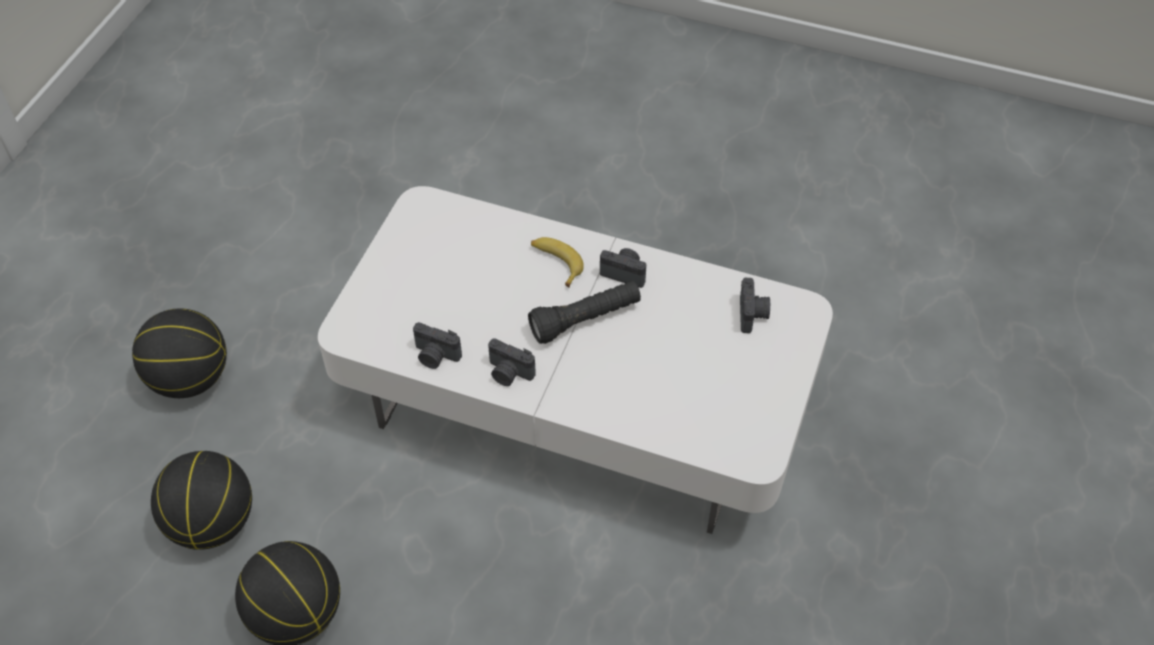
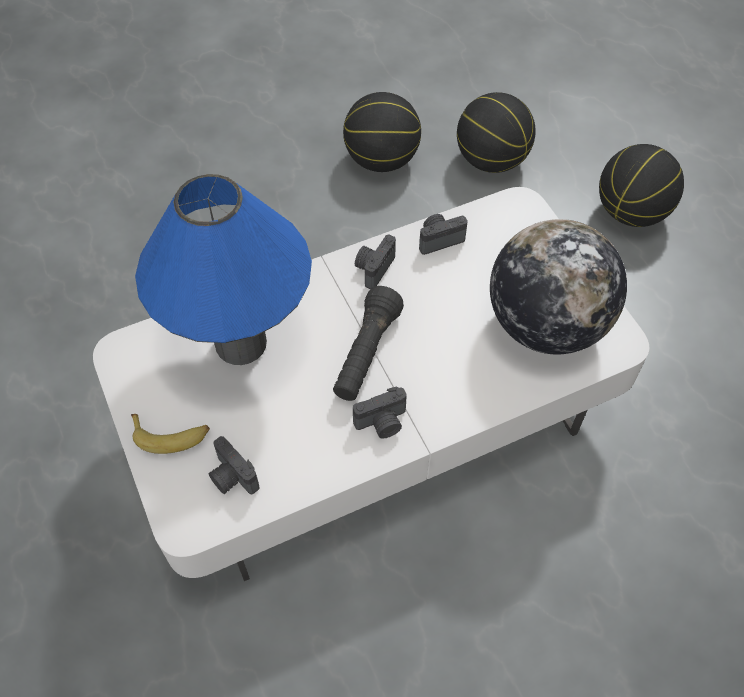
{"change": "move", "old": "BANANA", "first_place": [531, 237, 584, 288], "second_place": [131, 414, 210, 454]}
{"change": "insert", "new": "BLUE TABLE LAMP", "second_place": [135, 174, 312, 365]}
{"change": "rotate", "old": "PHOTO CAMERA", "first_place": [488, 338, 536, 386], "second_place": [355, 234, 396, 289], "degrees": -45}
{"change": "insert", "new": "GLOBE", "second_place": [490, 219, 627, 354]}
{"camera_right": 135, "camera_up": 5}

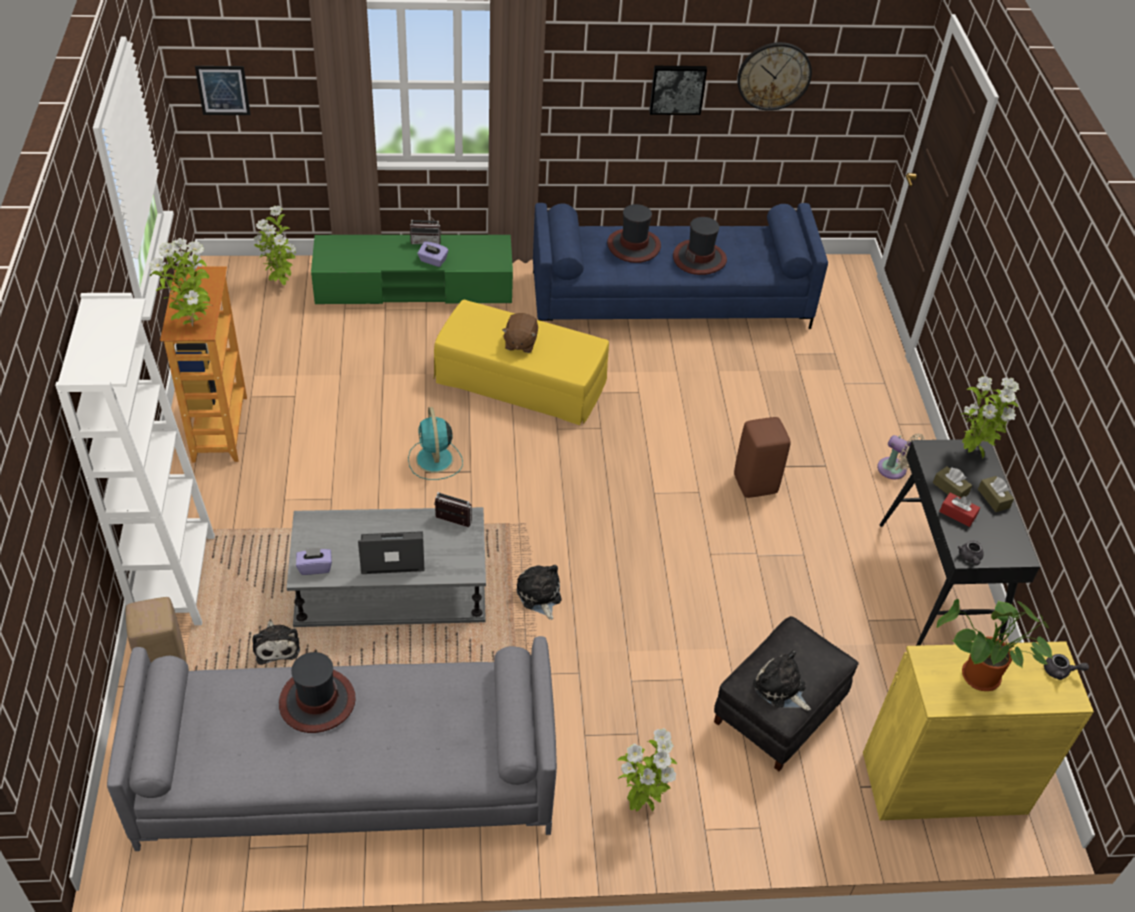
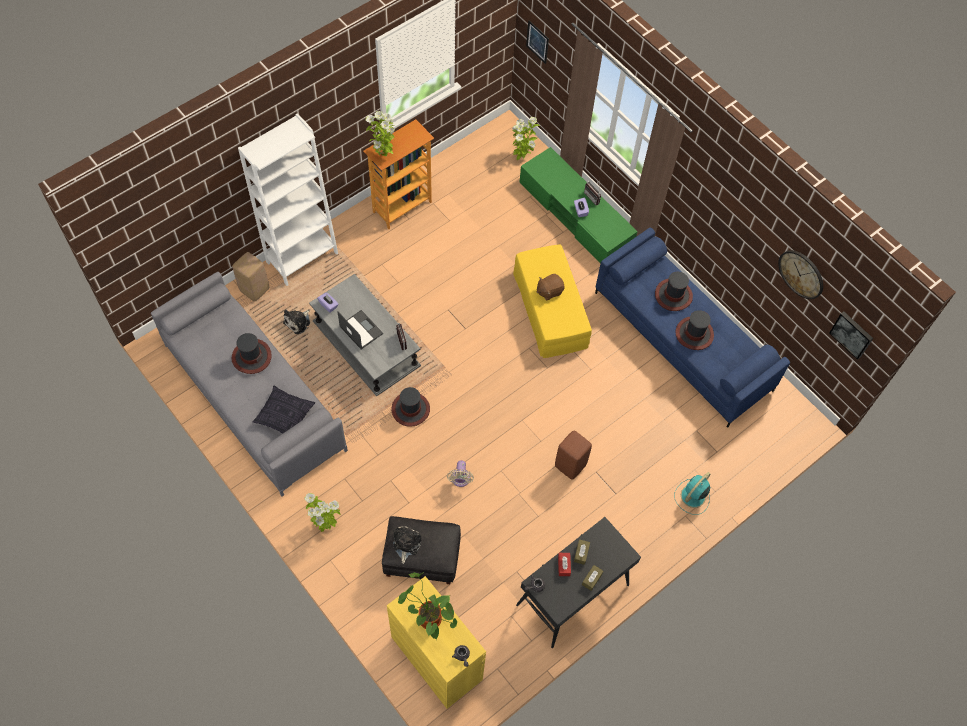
{"change": "insert", "new": "PILLOW", "second_place": [253, 385, 315, 434]}
{"change": "replace", "old": "PLUSH TOY", "new": "HAT", "first_place": [517, 565, 562, 620], "second_place": [391, 387, 430, 427]}
{"change": "move", "old": "BEIGE FAN", "first_place": [877, 433, 925, 479], "second_place": [447, 461, 474, 487]}
{"change": "move", "old": "TURQUOISE FAN", "first_place": [408, 407, 463, 480], "second_place": [675, 472, 710, 515]}
{"change": "move", "old": "PICTURE", "first_place": [649, 66, 707, 115], "second_place": [829, 311, 873, 360]}
{"change": "delete", "old": "POTTED PLANT", "first_place": [960, 376, 1019, 459]}
{"camera_right": 55, "camera_up": 15}

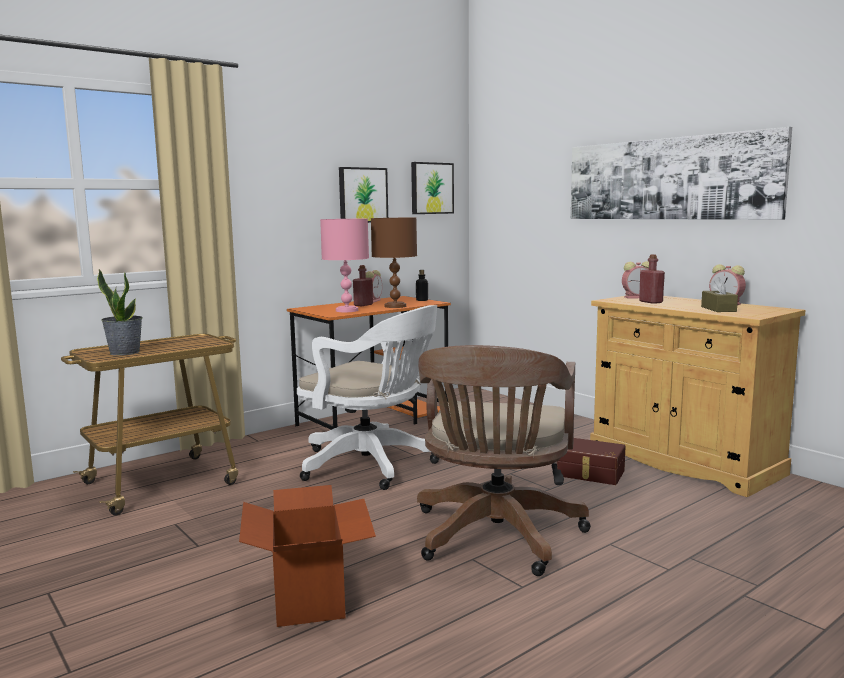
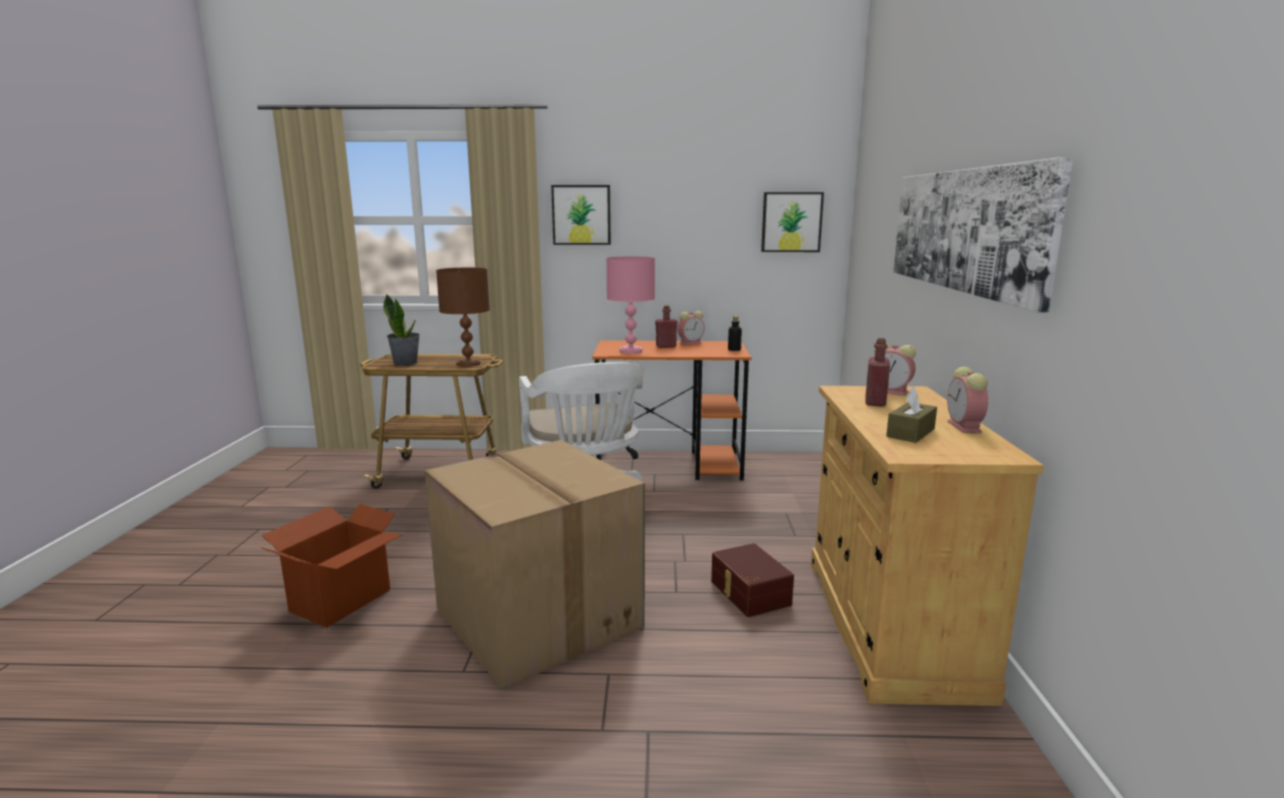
{"change": "replace", "old": "BROWN OFFICE CHAIR", "new": "CARDBOARD BOX", "first_place": [417, 345, 591, 576], "second_place": [425, 440, 645, 689]}
{"change": "move", "old": "BROWN TABLE LAMP", "first_place": [371, 218, 417, 308], "second_place": [436, 268, 490, 367]}
{"change": "move", "old": "PICTURE", "first_place": [339, 167, 388, 223], "second_place": [551, 185, 611, 245]}
{"camera_right": 40, "camera_up": 5}

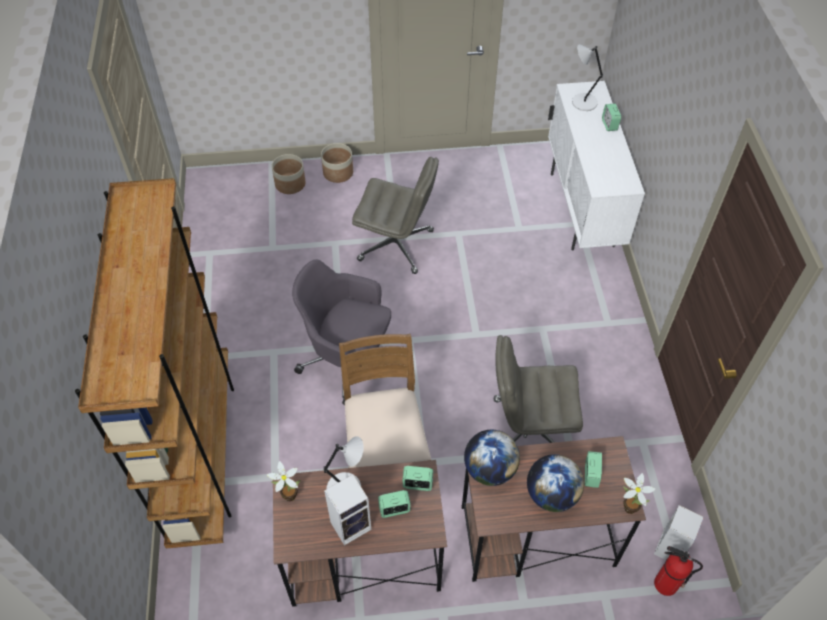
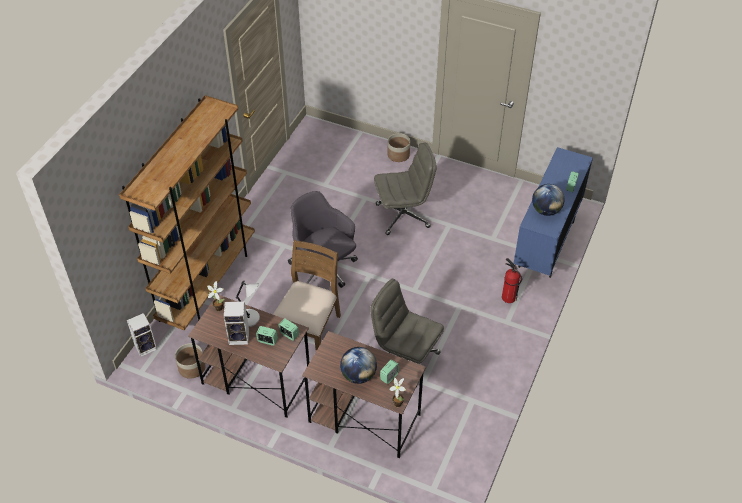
{"change": "move", "old": "SPEAKER", "first_place": [654, 505, 704, 560], "second_place": [127, 313, 157, 357]}
{"change": "move", "old": "PLANTER", "first_place": [272, 154, 306, 194], "second_place": [175, 343, 206, 379]}
{"change": "rotate", "old": "GREY OFFICE CHAIR", "first_place": [352, 157, 439, 274], "second_place": [374, 142, 437, 235], "degrees": -60}
{"change": "move", "old": "FIRE EXTINGUISHER", "first_place": [654, 546, 703, 596], "second_place": [502, 258, 522, 303]}
{"change": "recolor", "old": "WHITE CABINET", "new": "BLUE CABINET", "first_place": [548, 81, 645, 251], "second_place": [513, 147, 593, 278]}
{"change": "move", "old": "GLOBE", "first_place": [464, 430, 520, 486], "second_place": [532, 184, 564, 216]}
{"change": "delete", "old": "GREY TABLE LAMP", "first_place": [572, 44, 603, 111]}
{"camera_right": 30, "camera_up": -5}

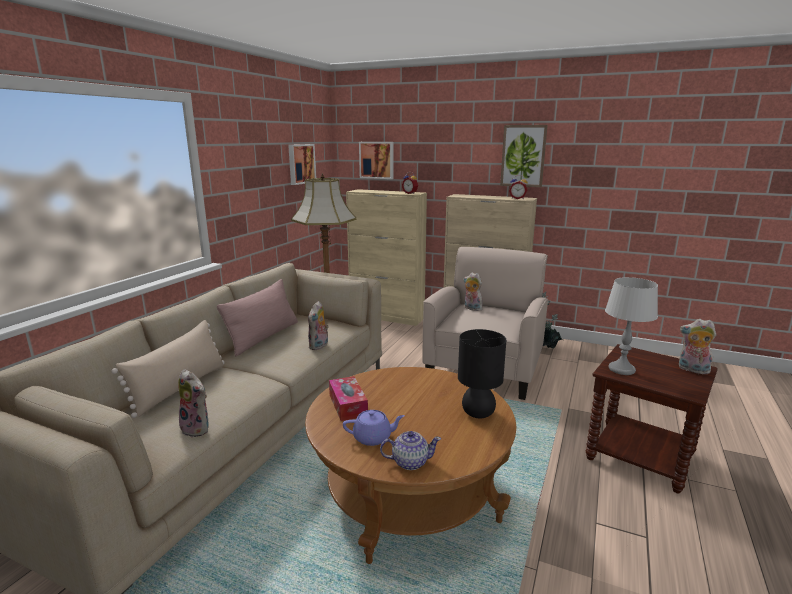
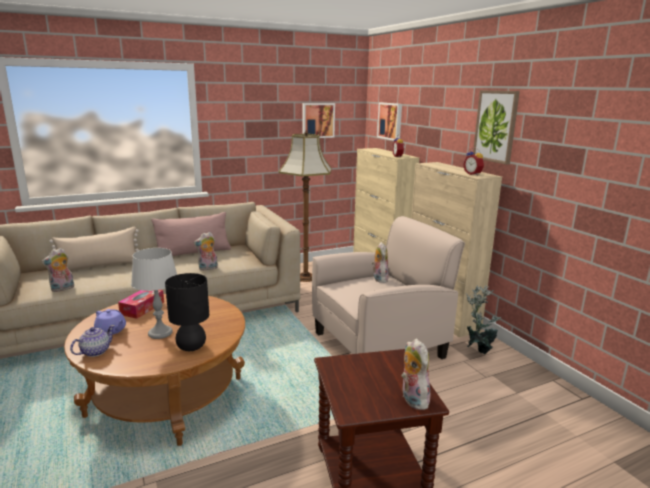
{"change": "rotate", "old": "PLUSH TOY", "first_place": [178, 369, 209, 438], "second_place": [41, 248, 74, 292], "degrees": 60}
{"change": "rotate", "old": "TEAPOT", "first_place": [380, 431, 441, 470], "second_place": [70, 325, 115, 357], "degrees": -90}
{"change": "move", "old": "GREY TABLE LAMP", "first_place": [605, 277, 658, 375], "second_place": [131, 248, 177, 339]}
{"camera_right": 40, "camera_up": 0}

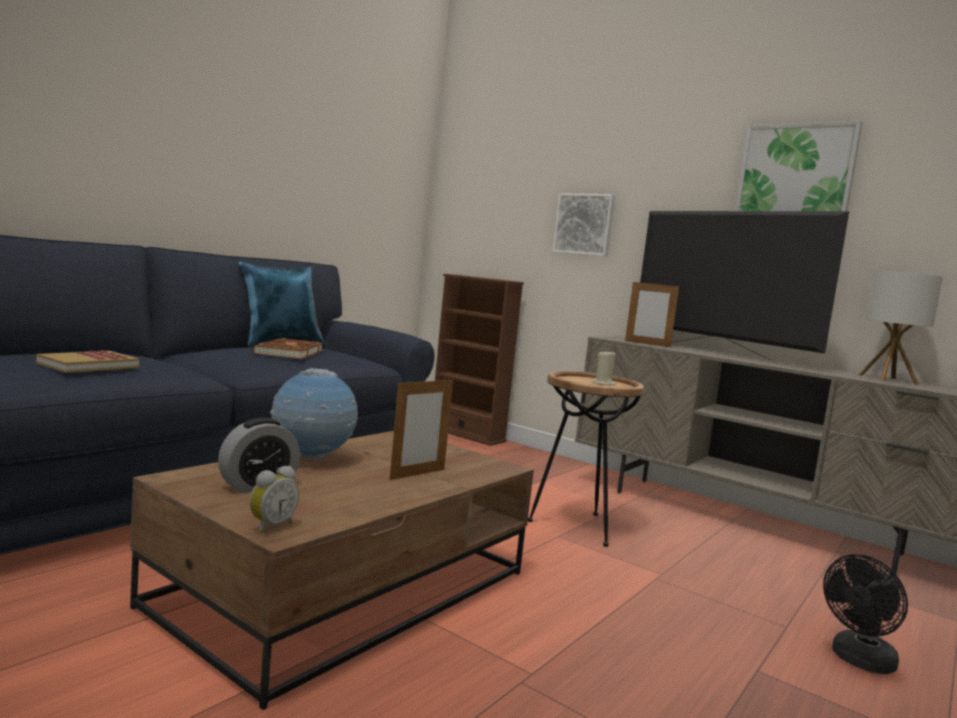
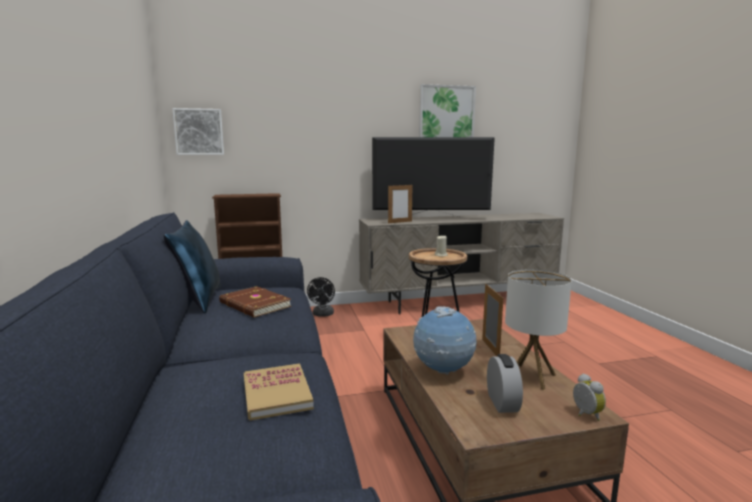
{"change": "move", "old": "PICTURE", "first_place": [552, 193, 615, 256], "second_place": [172, 108, 224, 155]}
{"change": "move", "old": "BLACK FAN", "first_place": [823, 554, 908, 674], "second_place": [307, 277, 335, 317]}
{"change": "move", "old": "TABLE LAMP", "first_place": [858, 271, 943, 385], "second_place": [505, 270, 572, 390]}
{"camera_right": -50, "camera_up": 5}

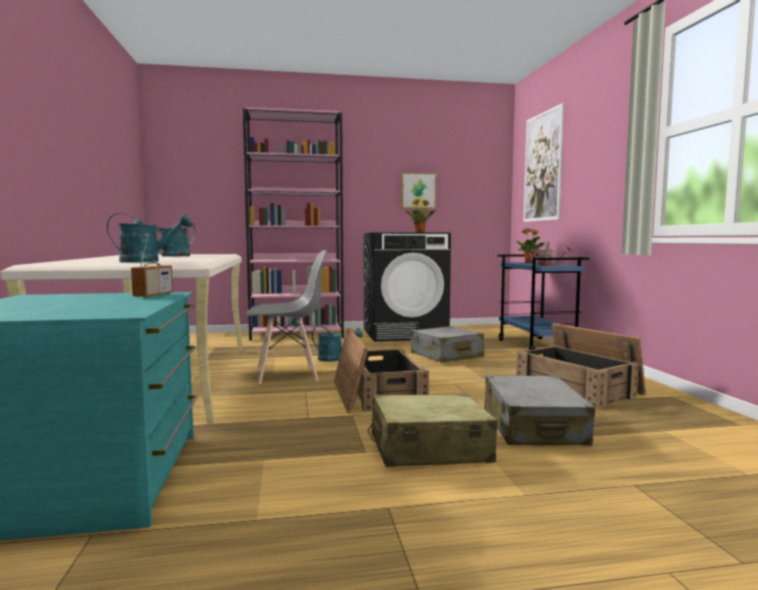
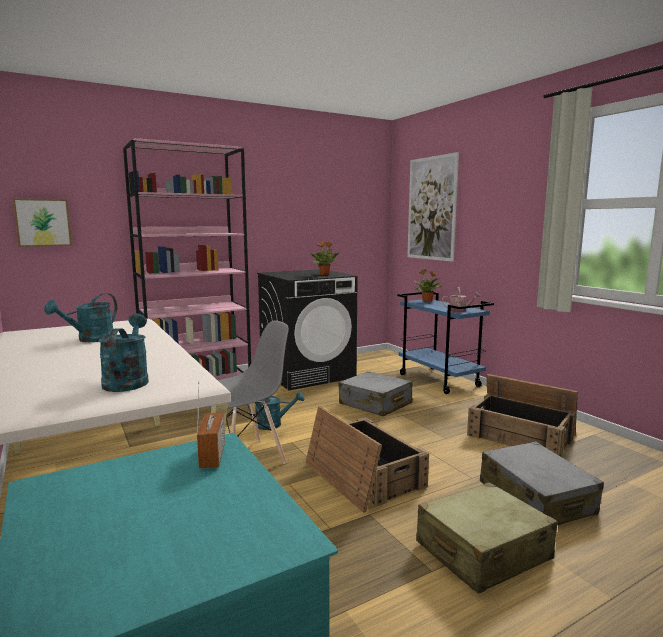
{"change": "move", "old": "PICTURE", "first_place": [401, 172, 436, 209], "second_place": [13, 198, 72, 247]}
{"change": "rotate", "old": "TURQUOISE WATERING CAN", "first_place": [107, 213, 192, 263], "second_place": [99, 313, 149, 392], "degrees": -60}
{"camera_right": -20, "camera_up": 5}

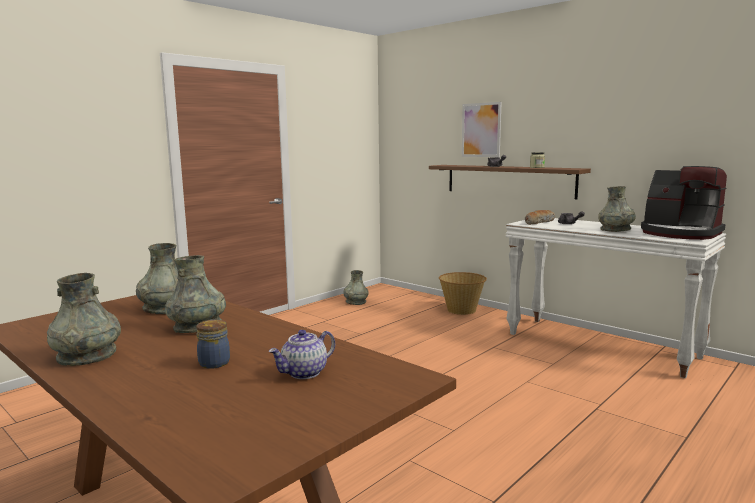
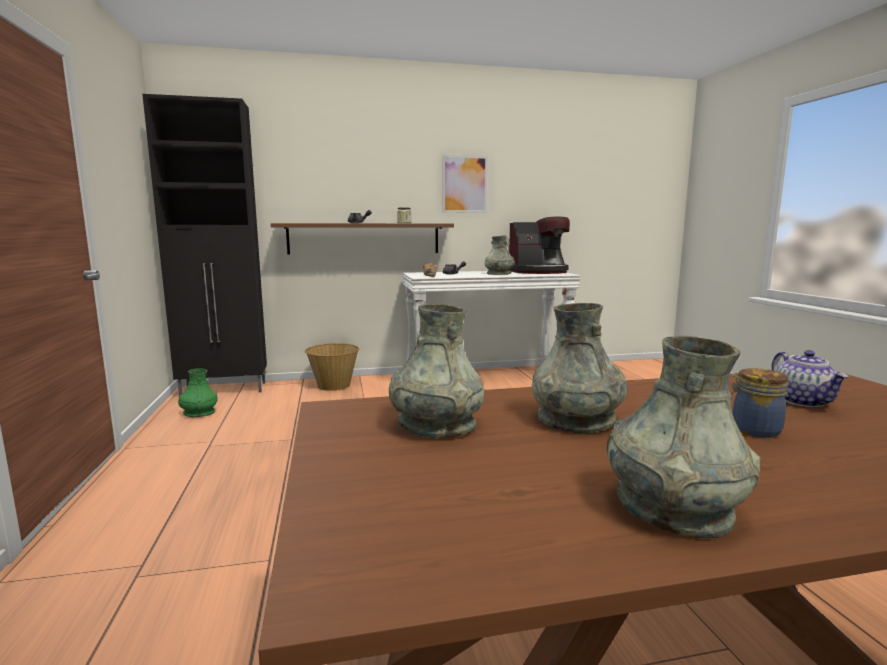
{"change": "insert", "new": "BLACK CABINET", "second_place": [142, 94, 267, 396]}
{"change": "recolor", "old": "GREY VASE", "new": "GREEN VASE", "first_place": [343, 270, 369, 305], "second_place": [178, 368, 218, 417]}
{"change": "move", "old": "PICTURE", "first_place": [462, 102, 501, 157], "second_place": [442, 155, 488, 213]}
{"camera_right": -55, "camera_up": 0}

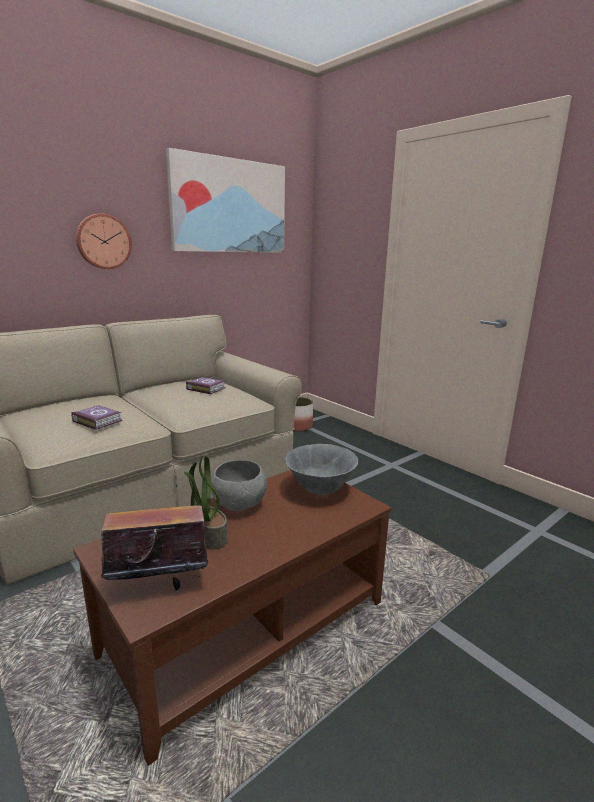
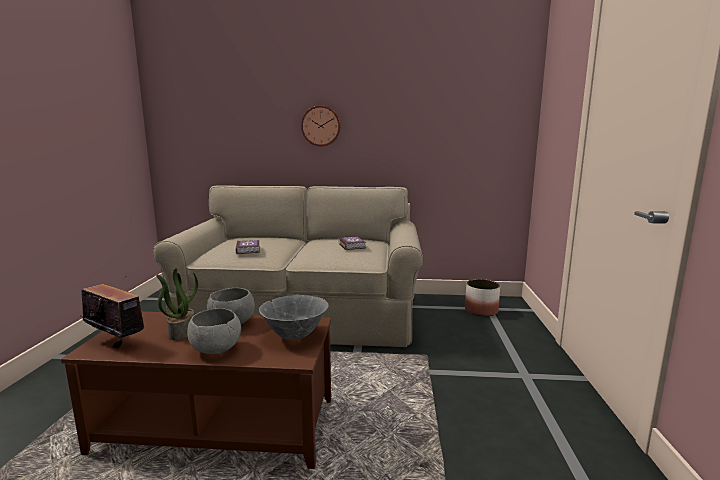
{"change": "insert", "new": "GREY BOWL", "second_place": [187, 308, 241, 354]}
{"change": "delete", "old": "PICTURE", "first_place": [166, 148, 285, 253]}
{"camera_right": 45, "camera_up": -5}

